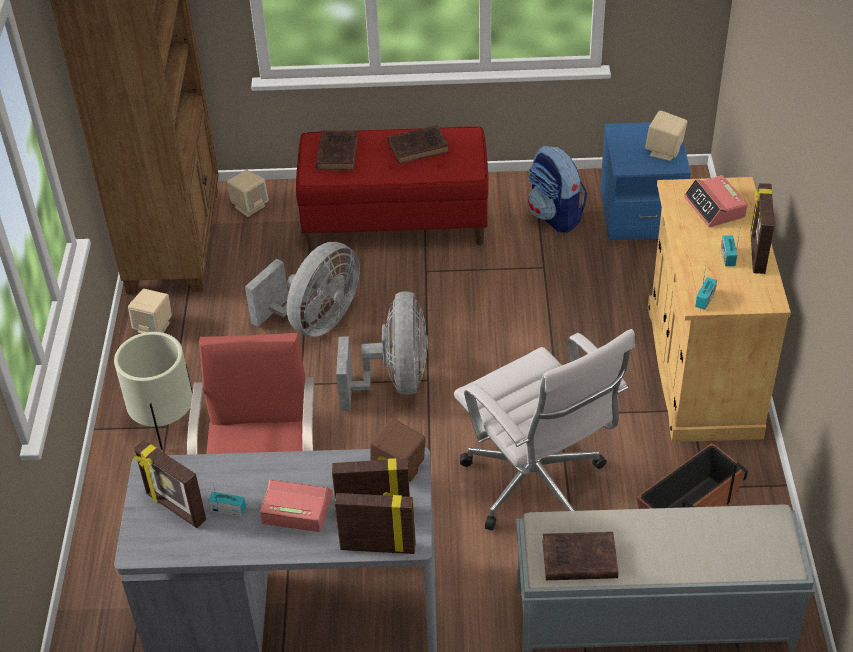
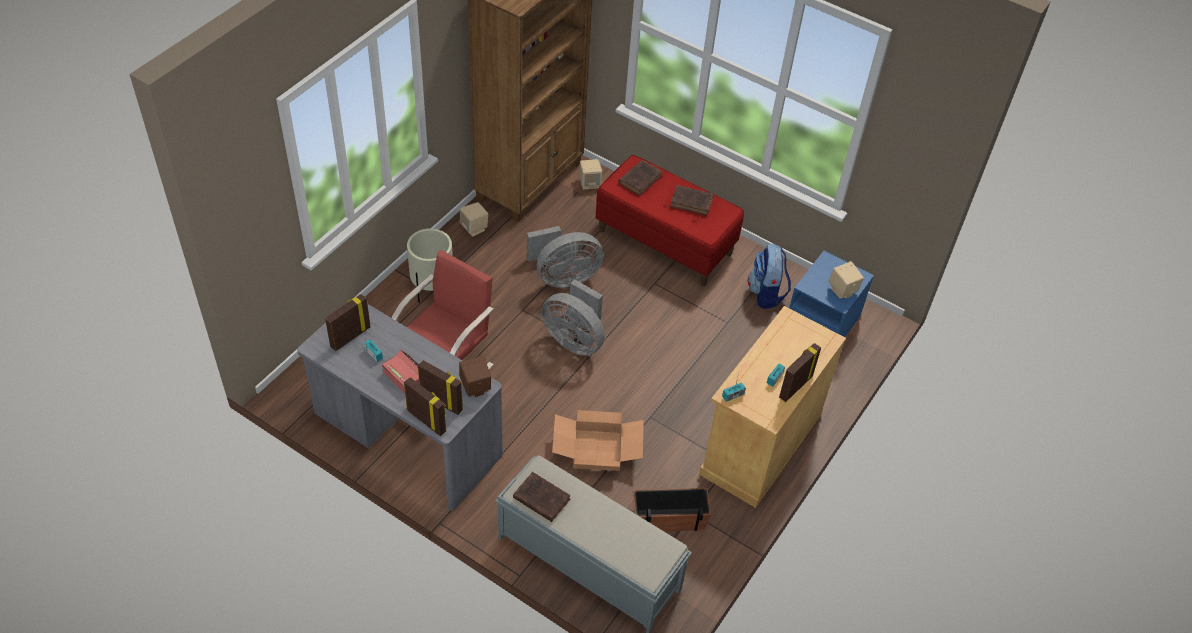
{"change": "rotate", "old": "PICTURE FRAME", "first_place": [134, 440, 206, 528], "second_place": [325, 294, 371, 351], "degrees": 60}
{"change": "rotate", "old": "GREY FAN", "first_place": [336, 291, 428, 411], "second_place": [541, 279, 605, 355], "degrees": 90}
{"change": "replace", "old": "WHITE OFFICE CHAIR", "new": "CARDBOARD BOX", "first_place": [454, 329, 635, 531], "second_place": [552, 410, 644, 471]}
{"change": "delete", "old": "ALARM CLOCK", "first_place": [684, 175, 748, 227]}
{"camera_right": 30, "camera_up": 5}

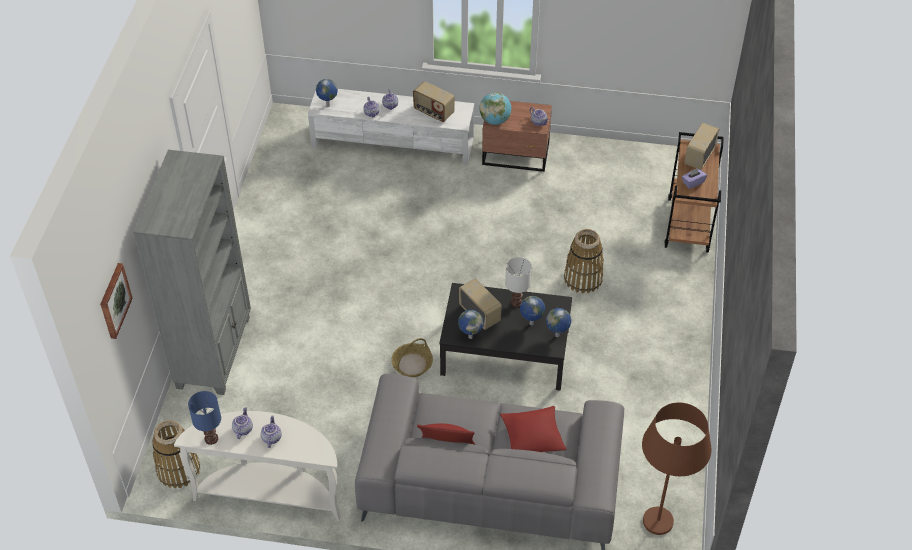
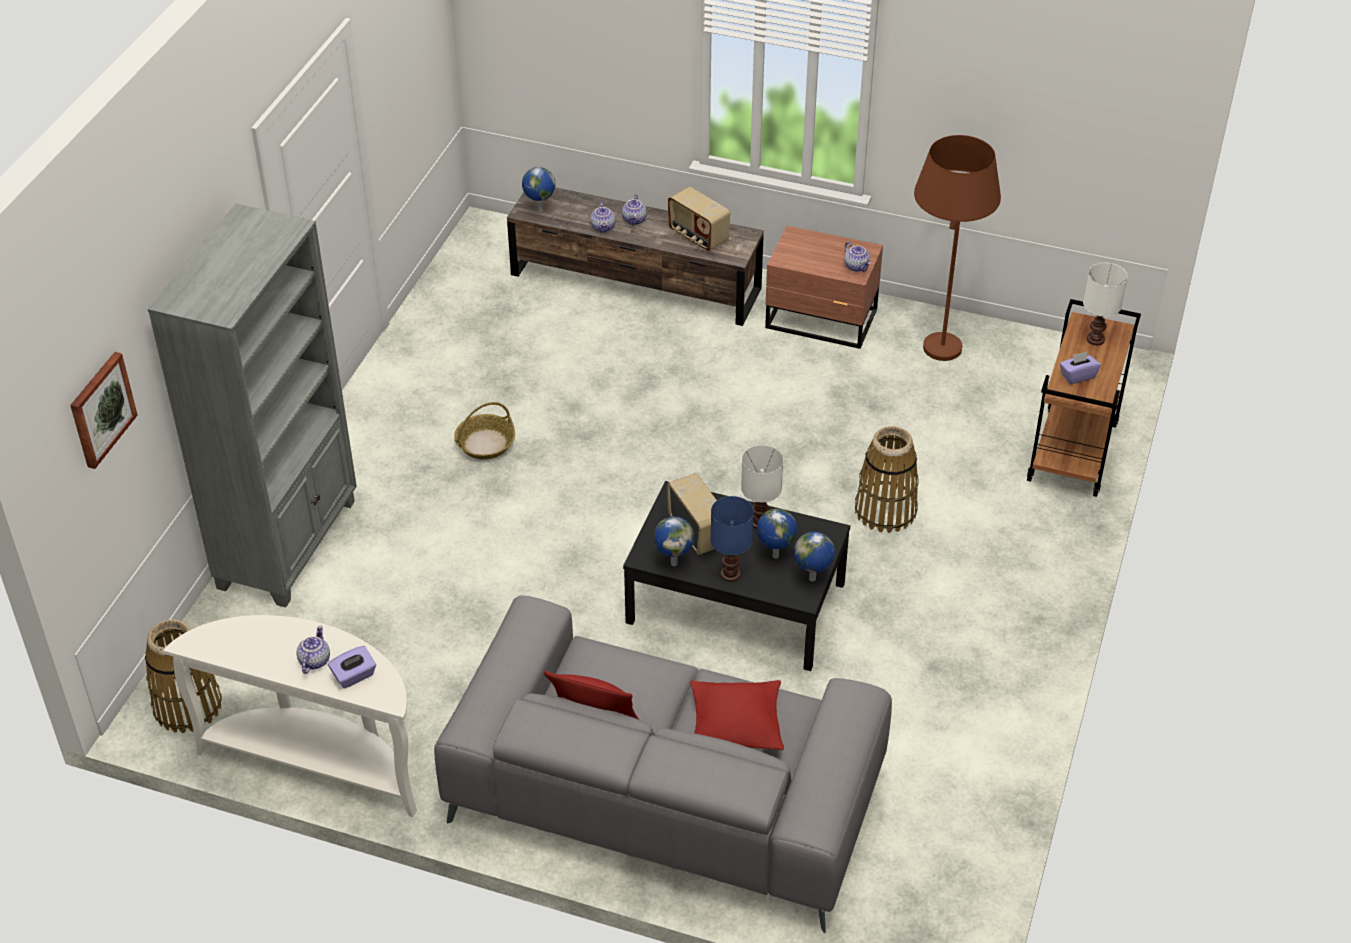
{"change": "insert", "new": "PURPLE TISSUE BOX", "second_place": [328, 646, 376, 689]}
{"change": "move", "old": "BASKET", "first_place": [391, 338, 433, 377], "second_place": [454, 402, 515, 460]}
{"change": "recolor", "old": "WHITE TV STAND", "new": "BROWN TV STAND", "first_place": [308, 89, 474, 165], "second_place": [507, 187, 764, 326]}
{"change": "move", "old": "BLUE TABLE LAMP", "first_place": [188, 391, 221, 445], "second_place": [711, 496, 754, 582]}
{"change": "move", "old": "BROWN FLOOR LAMP", "first_place": [642, 402, 711, 535], "second_place": [914, 135, 1001, 361]}
{"change": "replace", "old": "RADIO", "new": "WHITE TABLE LAMP", "first_place": [684, 123, 719, 170], "second_place": [1083, 263, 1128, 345]}
{"change": "delete", "old": "TEAPOT", "first_place": [232, 407, 253, 439]}
{"change": "delete", "old": "GLOBE", "first_place": [479, 92, 511, 125]}
{"camera_right": 10, "camera_up": -5}

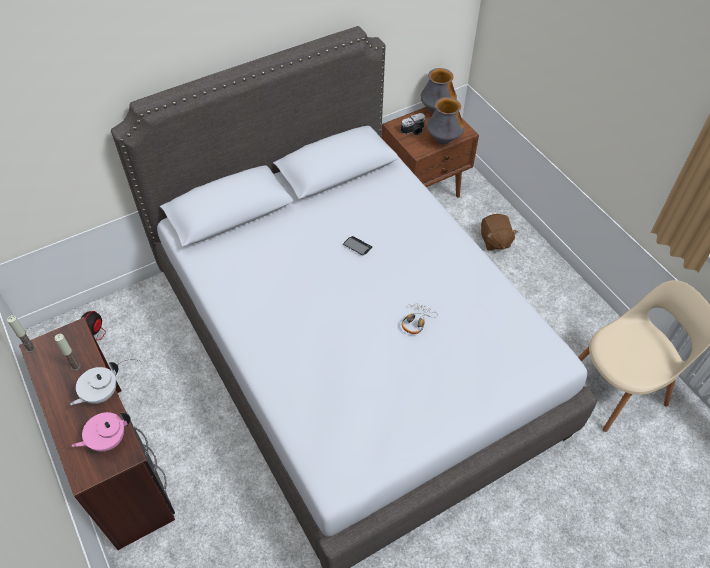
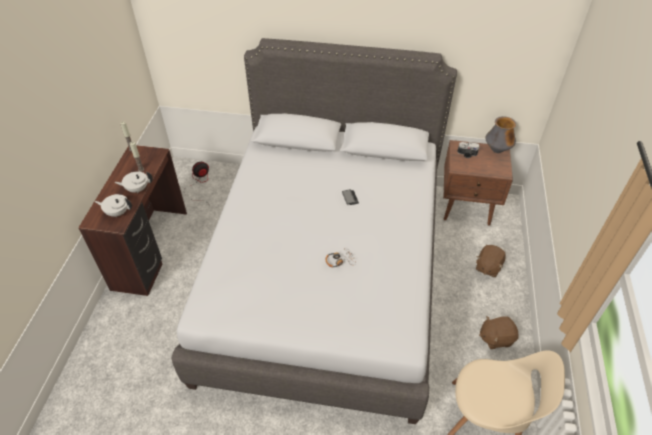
{"change": "recolor", "old": "PINK TEAPOT", "new": "WHITE TEAPOT", "first_place": [72, 412, 131, 452], "second_place": [95, 194, 132, 217]}
{"change": "insert", "new": "BROWN PLUSH TOY", "second_place": [479, 316, 519, 349]}
{"change": "delete", "old": "VASE", "first_place": [427, 97, 464, 144]}
{"camera_right": 40, "camera_up": -5}

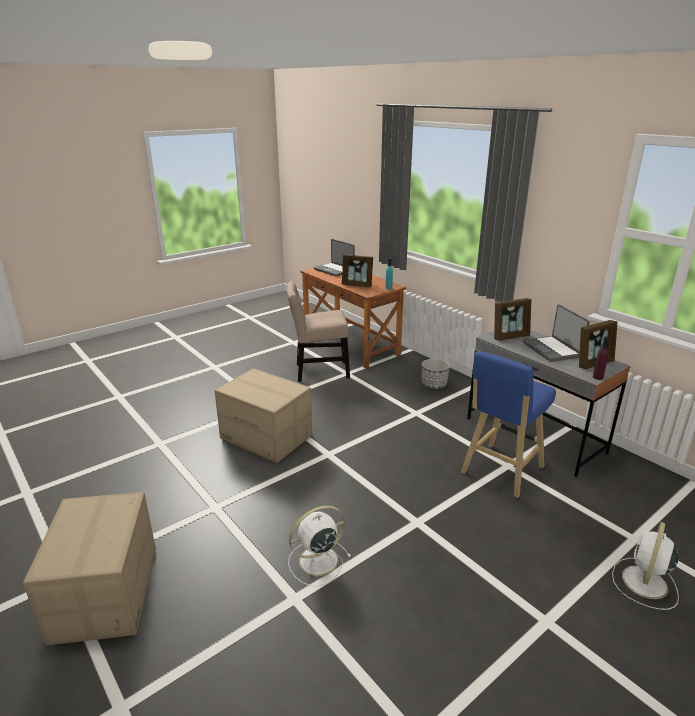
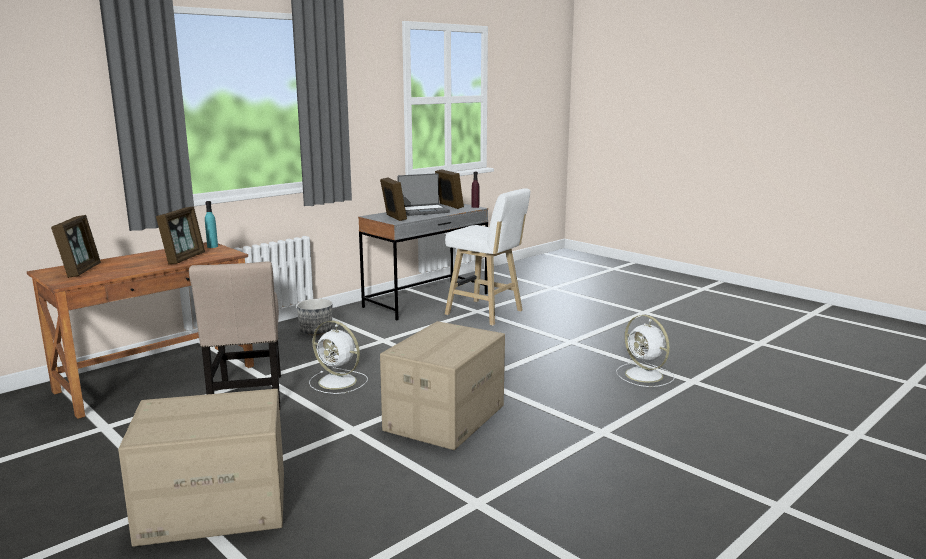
{"change": "replace", "old": "LAPTOP", "new": "PICTURE FRAME", "first_place": [314, 239, 355, 276], "second_place": [51, 215, 101, 278]}
{"change": "move", "old": "CARDBOARD BOX", "first_place": [23, 492, 156, 645], "second_place": [118, 389, 284, 547]}
{"change": "move", "old": "WHITE FAN", "first_place": [612, 522, 679, 610], "second_place": [309, 321, 368, 394]}
{"change": "recolor", "old": "BLUE STOOL", "new": "WHITE STOOL", "first_place": [461, 351, 556, 498], "second_place": [445, 188, 530, 326]}
{"camera_right": -95, "camera_up": -10}

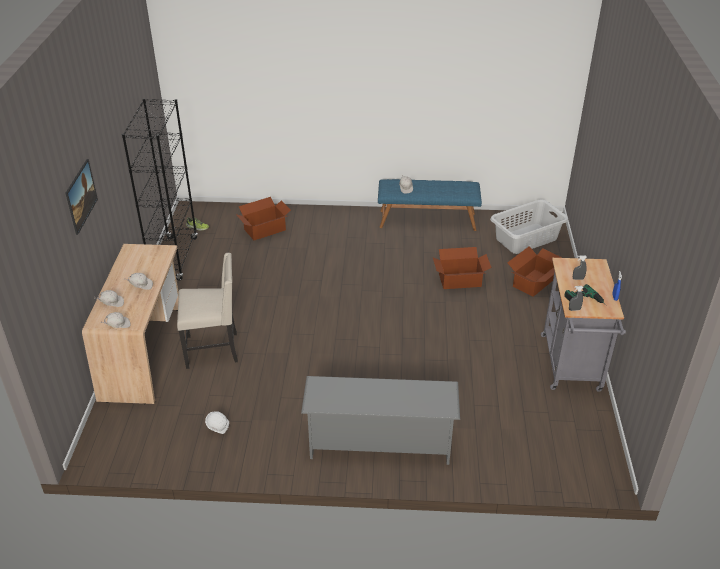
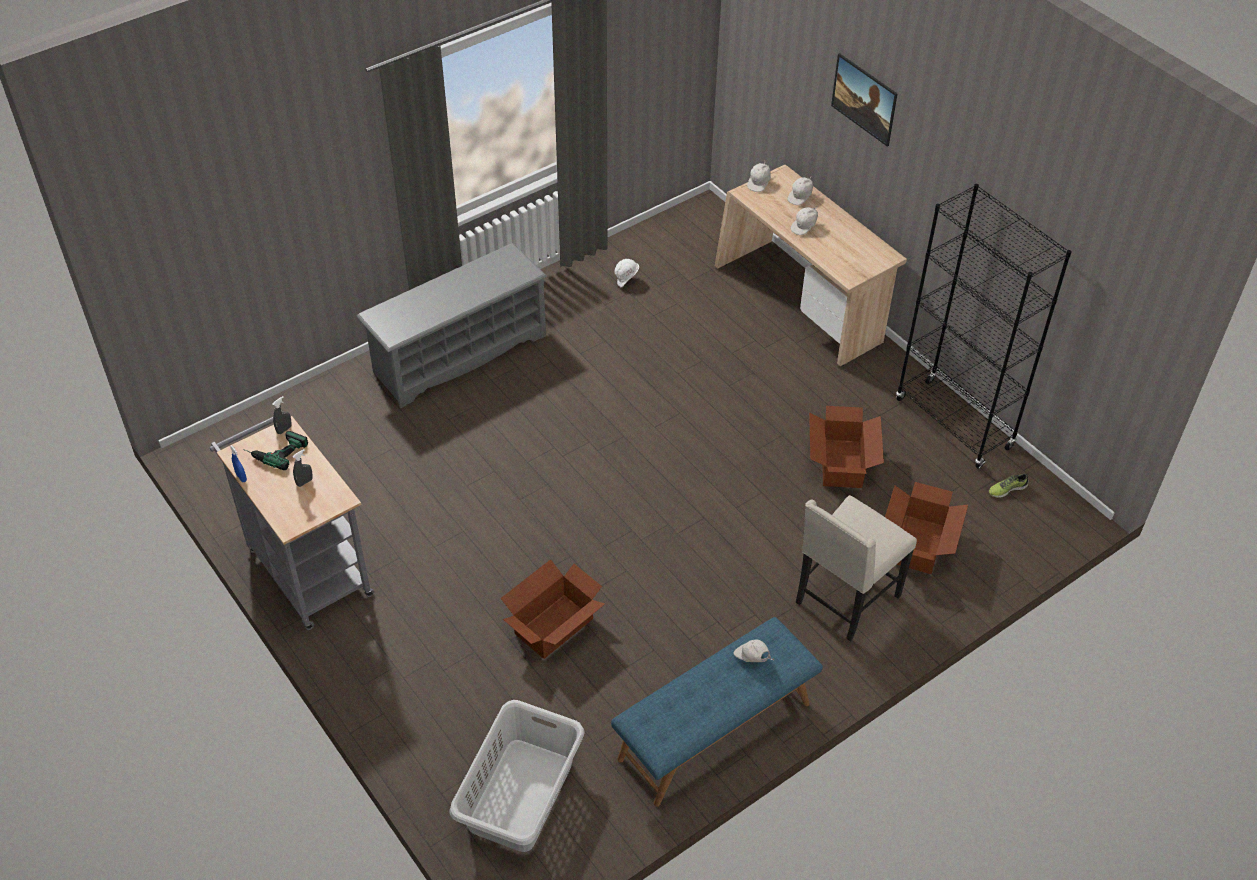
{"change": "move", "old": "BEIGE CHAIR", "first_place": [177, 253, 238, 369], "second_place": [796, 495, 917, 641]}
{"change": "move", "old": "CARDBOARD BOX", "first_place": [507, 246, 562, 297], "second_place": [809, 406, 884, 488]}
{"camera_right": 140, "camera_up": 10}

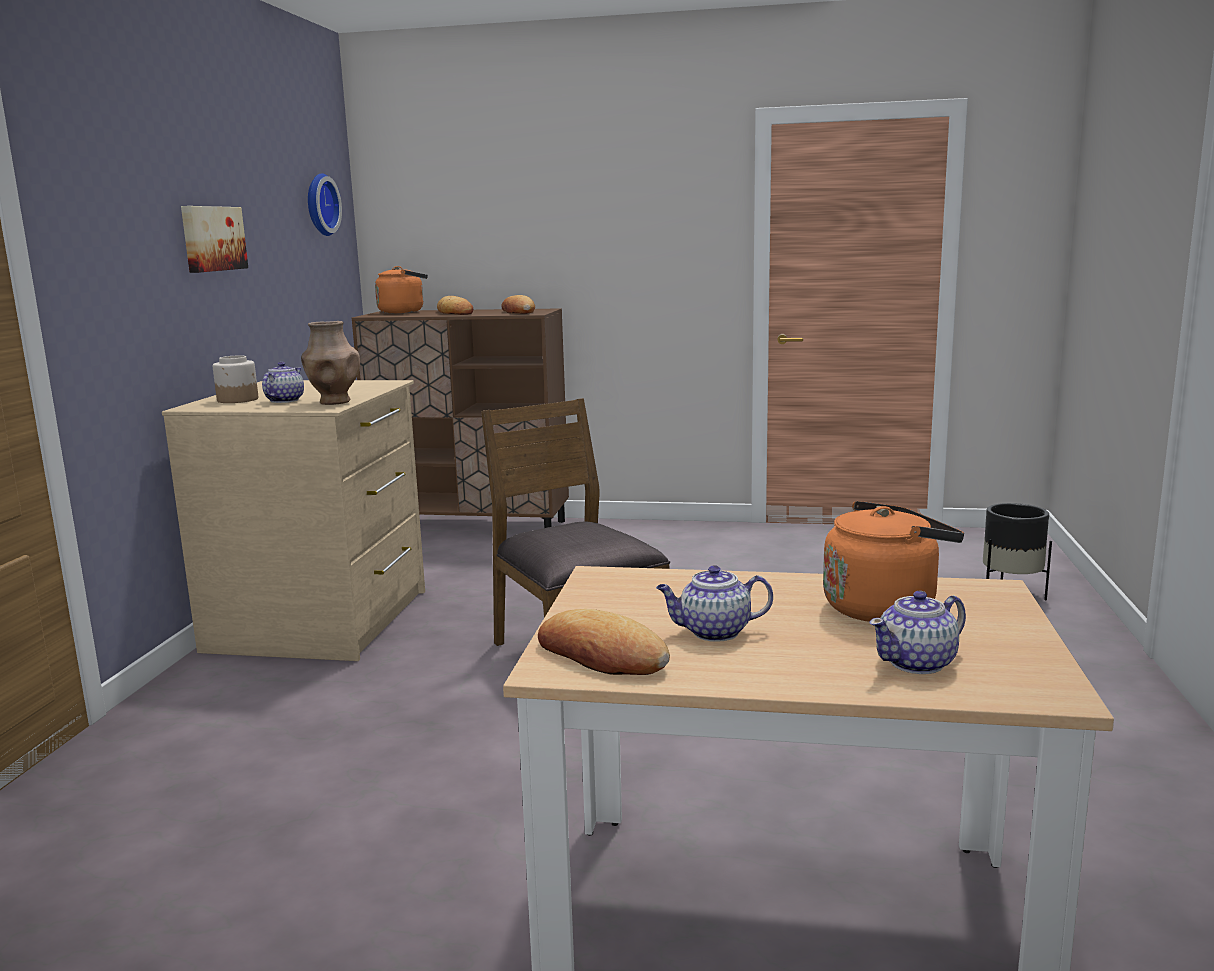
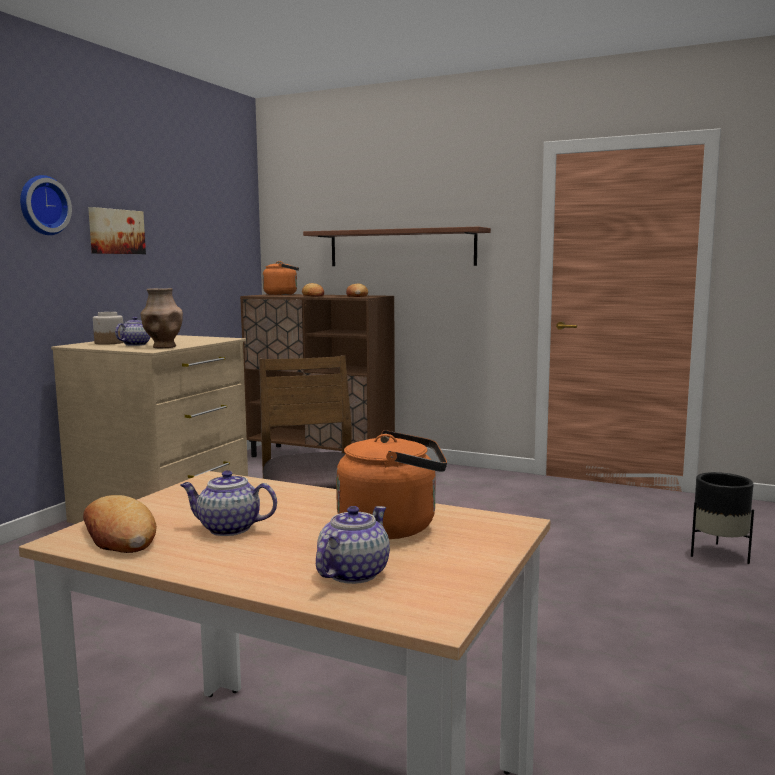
{"change": "move", "old": "WALL CLOCK", "first_place": [308, 173, 342, 236], "second_place": [20, 175, 72, 235]}
{"change": "insert", "new": "BROWN SHELF", "second_place": [303, 227, 491, 266]}
{"change": "rotate", "old": "TEAPOT", "first_place": [869, 591, 966, 674], "second_place": [316, 506, 390, 584], "degrees": 135}
{"camera_right": 15, "camera_up": -5}

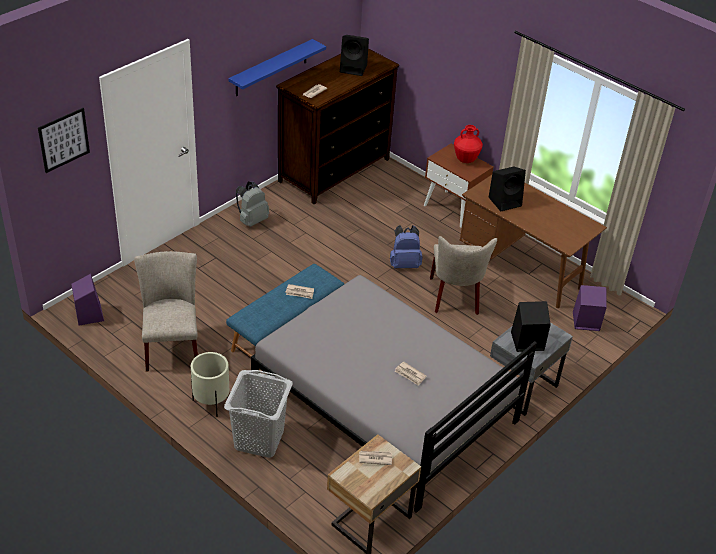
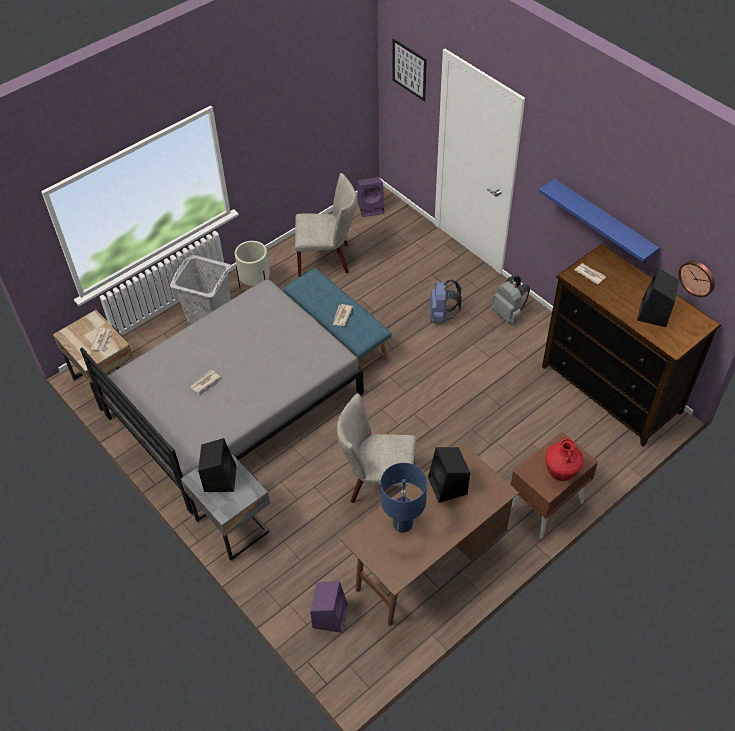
{"change": "insert", "new": "BLUE TABLE LAMP", "second_place": [381, 463, 427, 533]}
{"change": "move", "old": "BLUE BACKPACK", "first_place": [390, 225, 422, 269], "second_place": [430, 280, 462, 322]}
{"change": "insert", "new": "WALL CLOCK", "second_place": [678, 261, 715, 297]}
{"camera_right": 100, "camera_up": 10}

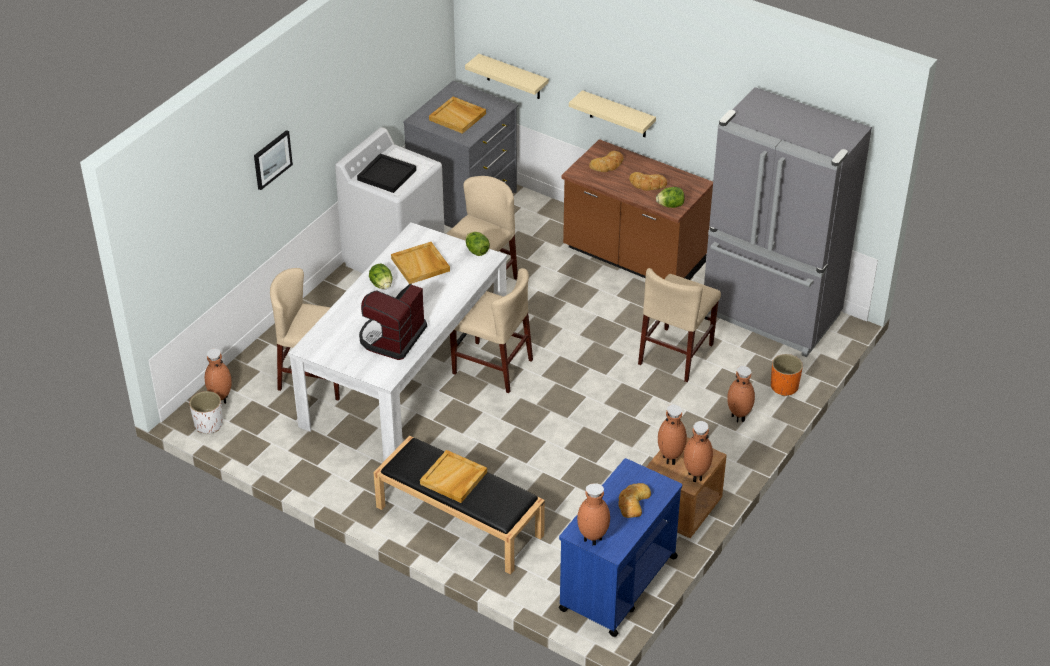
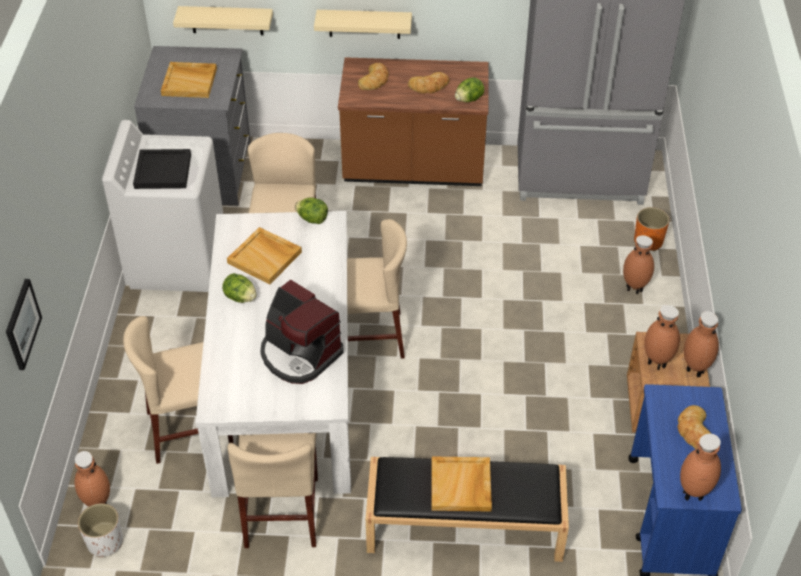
{"change": "move", "old": "PICTURE", "first_place": [254, 130, 293, 190], "second_place": [6, 279, 42, 370]}
{"change": "move", "old": "BEIGE CHAIR", "first_place": [638, 268, 721, 382], "second_place": [228, 433, 318, 548]}
{"change": "rotate", "old": "COFFEE MACHINE", "first_place": [359, 284, 427, 360], "second_place": [260, 279, 344, 384], "degrees": -45}
{"camera_right": -30, "camera_up": 5}

